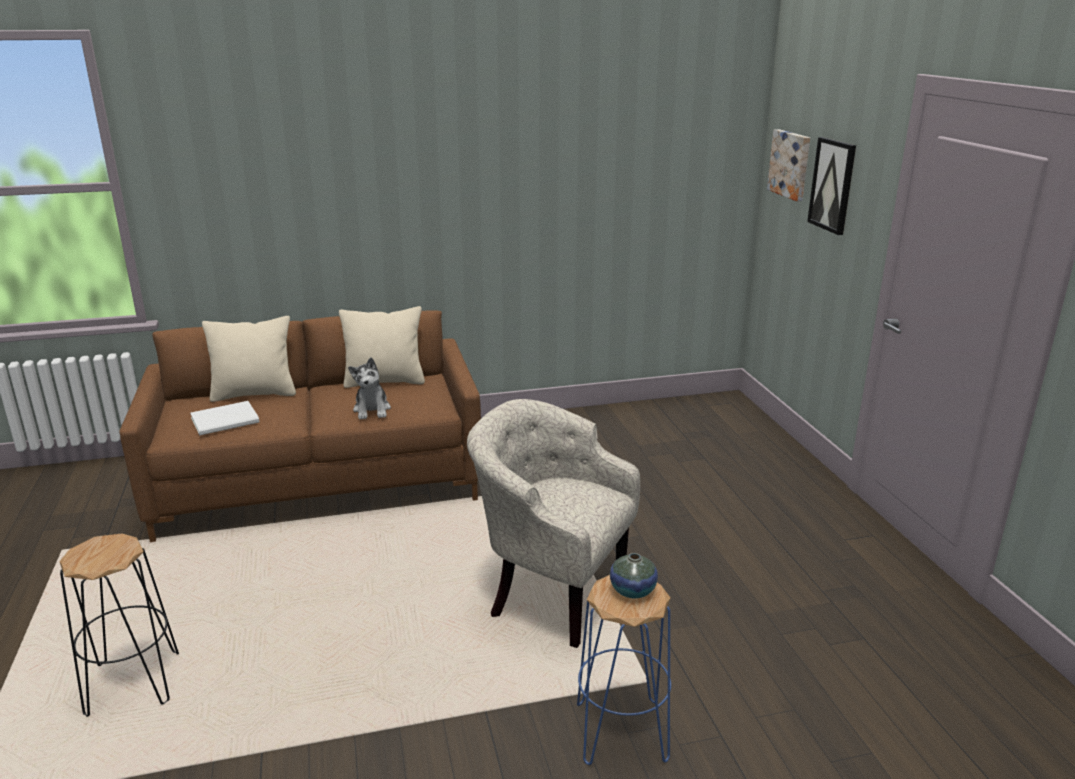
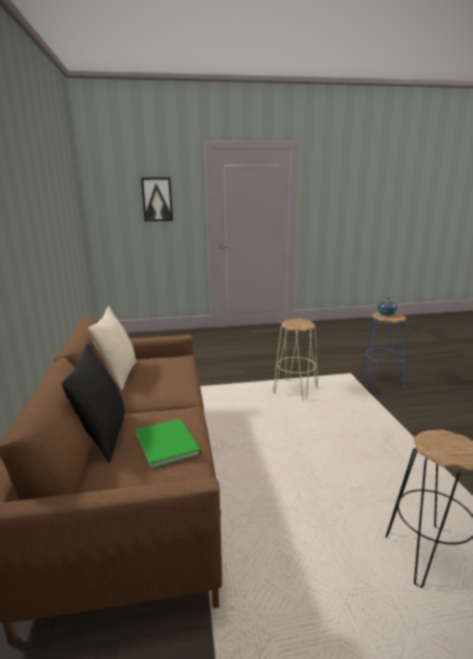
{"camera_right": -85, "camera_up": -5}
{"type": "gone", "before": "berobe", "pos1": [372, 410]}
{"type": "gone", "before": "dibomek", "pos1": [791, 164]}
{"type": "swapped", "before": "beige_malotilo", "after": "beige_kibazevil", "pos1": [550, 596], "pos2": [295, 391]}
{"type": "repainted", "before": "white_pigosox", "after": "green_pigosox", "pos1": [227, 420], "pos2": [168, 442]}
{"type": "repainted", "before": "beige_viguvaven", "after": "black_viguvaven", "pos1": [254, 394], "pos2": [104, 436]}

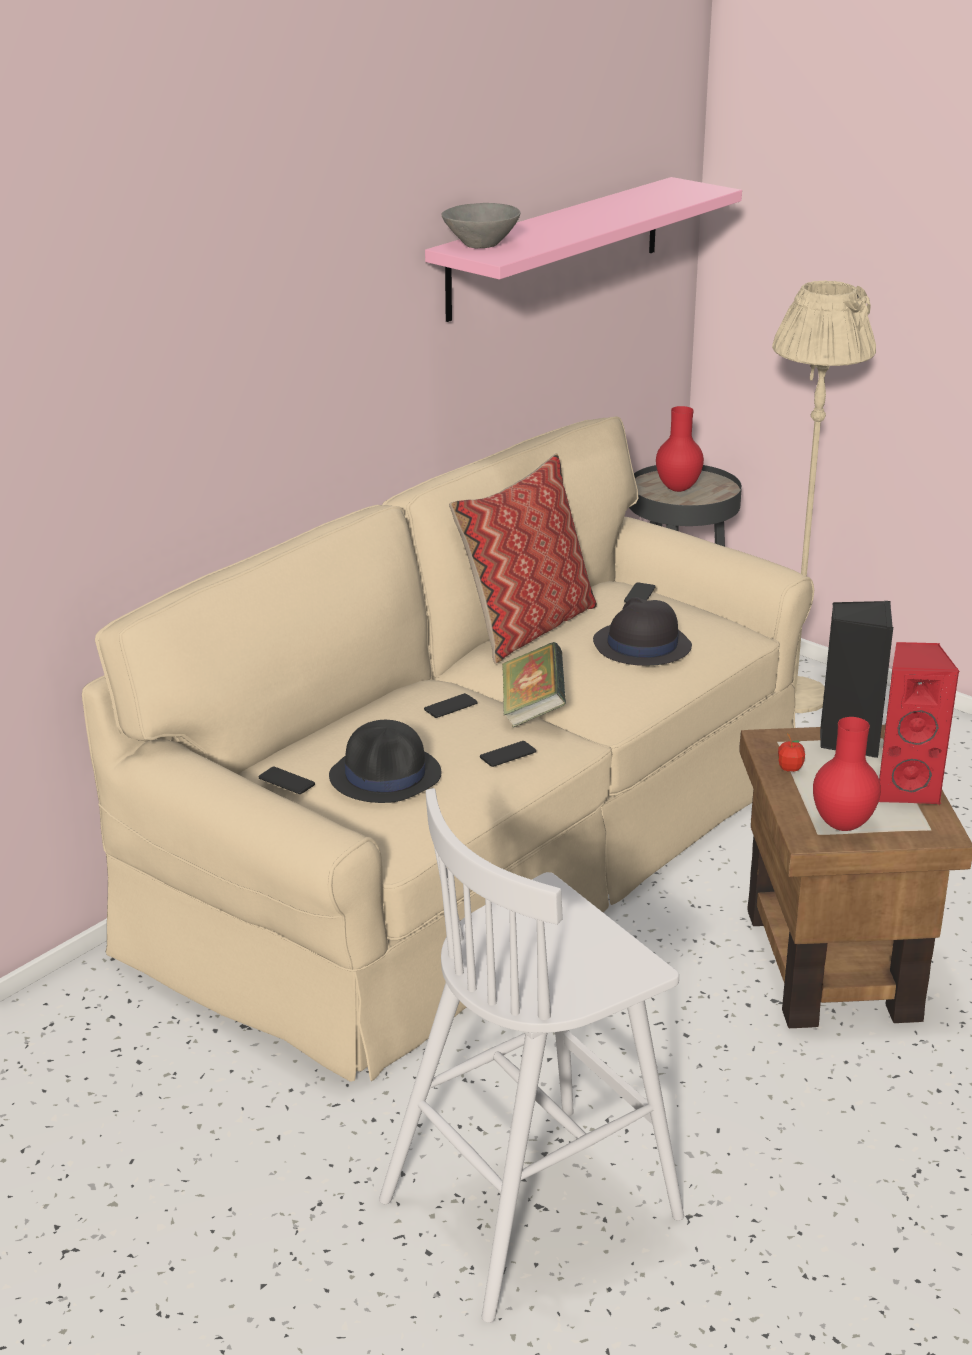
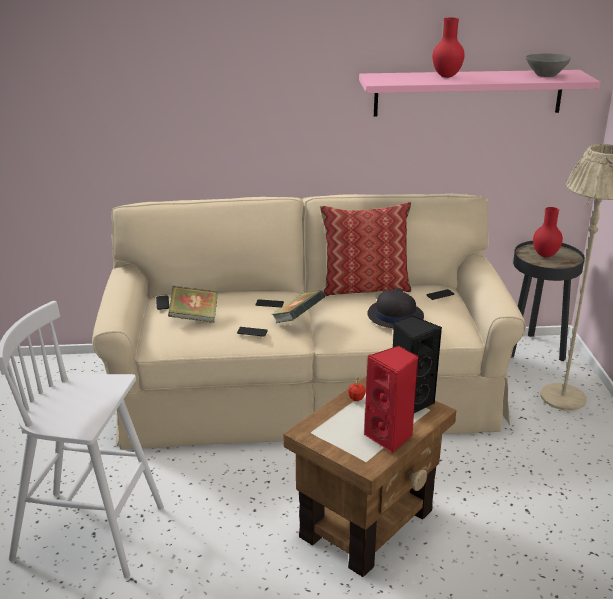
{"camera_right": 45, "camera_up": 0}
{"type": "shifted", "before": "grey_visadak", "pos1": [480, 244], "pos2": [545, 75]}
{"type": "shifted", "before": "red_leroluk", "pos1": [843, 826], "pos2": [446, 76]}
{"type": "swapped", "before": "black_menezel", "after": "pigosox", "pos1": [386, 776], "pos2": [194, 317]}

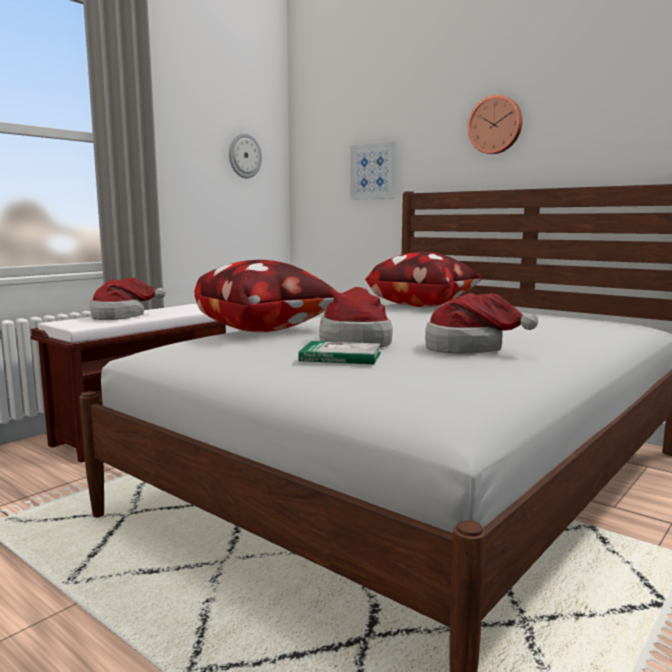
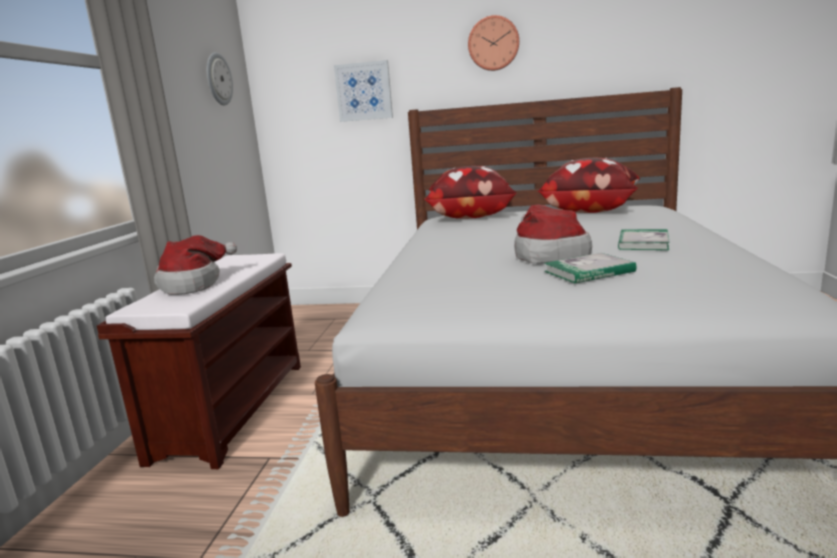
{"camera_right": -30, "camera_up": 5}
{"type": "shifted", "before": "viguvaven", "pos1": [265, 329], "pos2": [589, 211]}
{"type": "swapped", "before": "menezel", "after": "pigosox", "pos1": [470, 348], "pos2": [643, 243]}

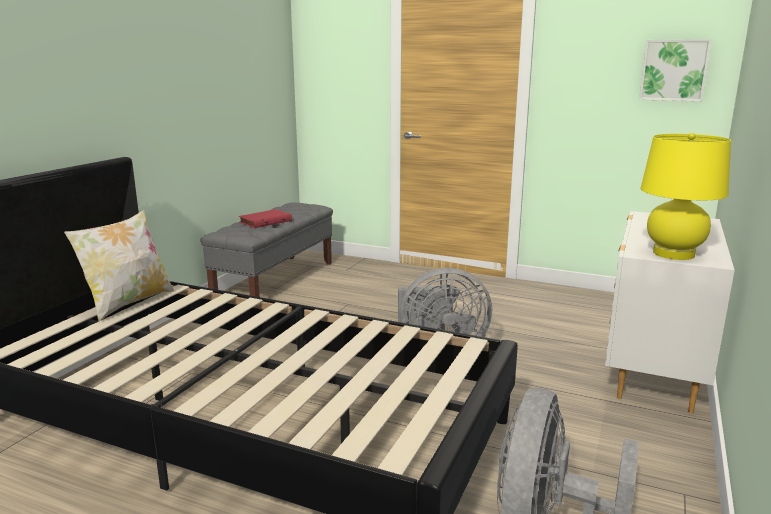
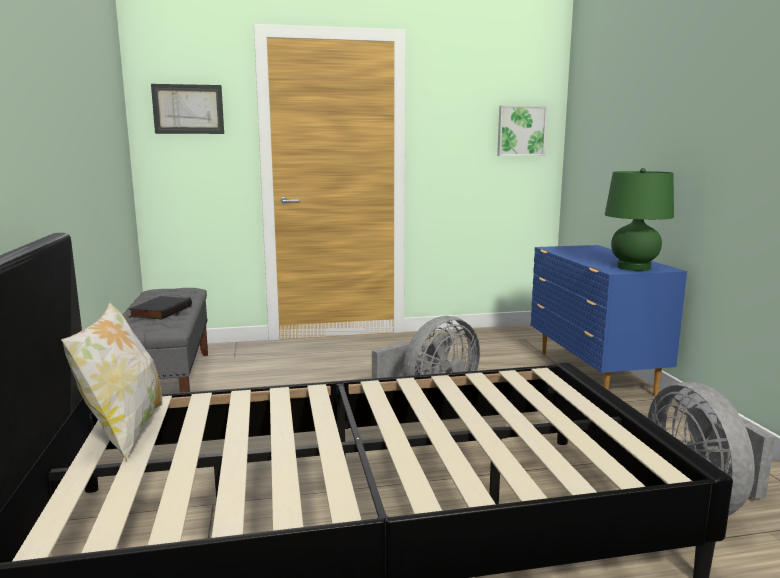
{"camera_right": -35, "camera_up": -5}
{"type": "new", "after": "dibomek", "pos2": [188, 109]}
{"type": "repainted", "before": "red_pigosox", "after": "black_pigosox", "pos1": [265, 221], "pos2": [160, 311]}
{"type": "repainted", "before": "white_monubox", "after": "blue_monubox", "pos1": [653, 369], "pos2": [593, 373]}
{"type": "repainted", "before": "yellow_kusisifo", "after": "green_kusisifo", "pos1": [673, 254], "pos2": [633, 267]}

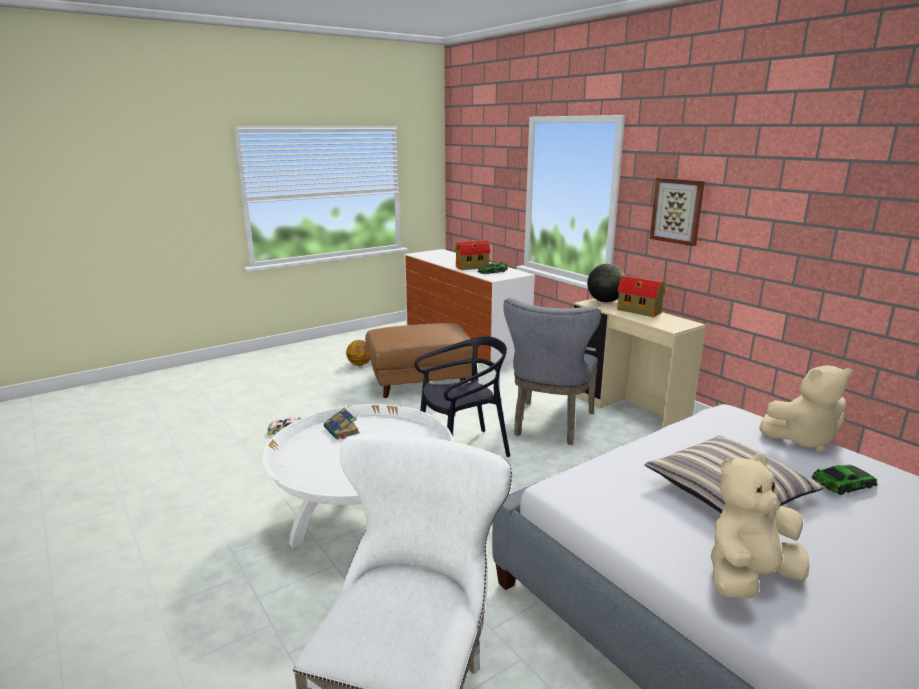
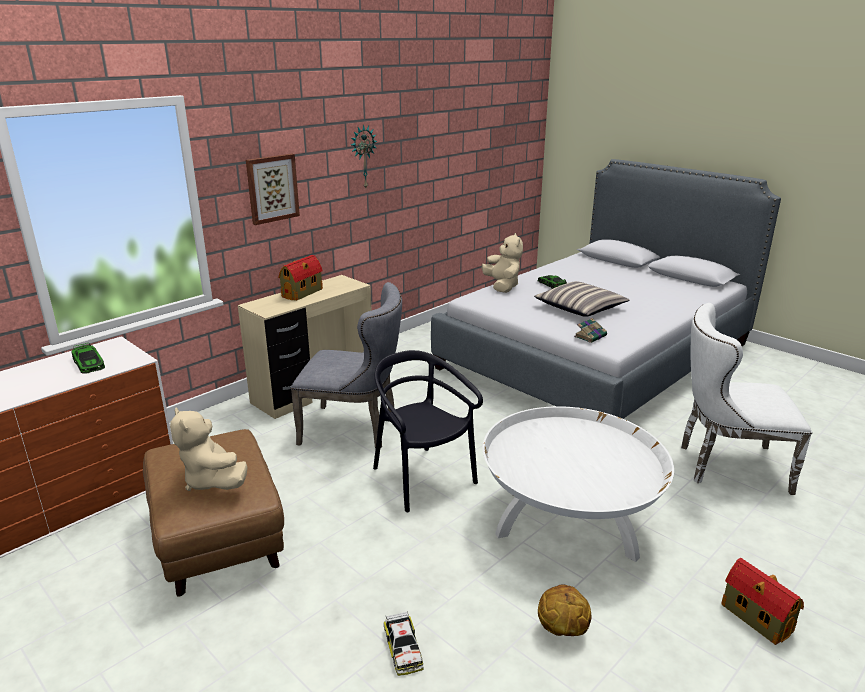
{"camera_right": -100, "camera_up": 5}
{"type": "gone", "before": "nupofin", "pos1": [605, 301]}
{"type": "new", "after": "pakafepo", "pos2": [362, 157]}
{"type": "shifted", "before": "pigosox", "pos1": [342, 431], "pos2": [591, 336]}
{"type": "shifted", "before": "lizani", "pos1": [360, 364], "pos2": [561, 630]}
{"type": "shifted", "before": "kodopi", "pos1": [473, 267], "pos2": [755, 617]}
{"type": "shifted", "before": "beige_berobe", "pos1": [748, 578], "pos2": [212, 481]}

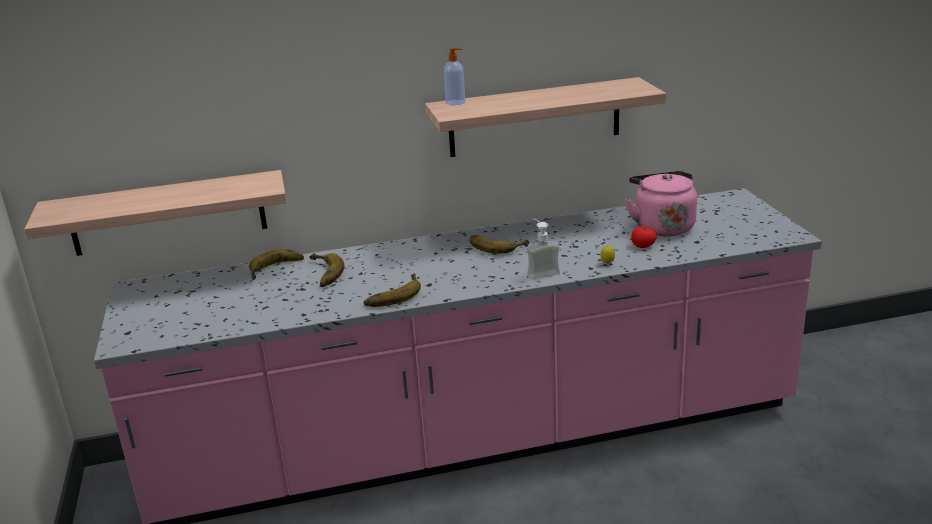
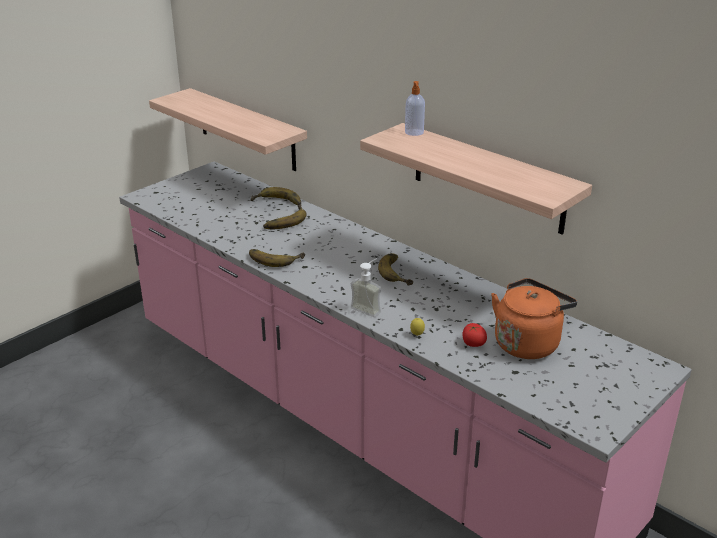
{"camera_right": 55, "camera_up": 5}
{"type": "repainted", "before": "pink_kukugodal", "after": "orange_kukugodal", "pos1": [662, 226], "pos2": [528, 343]}

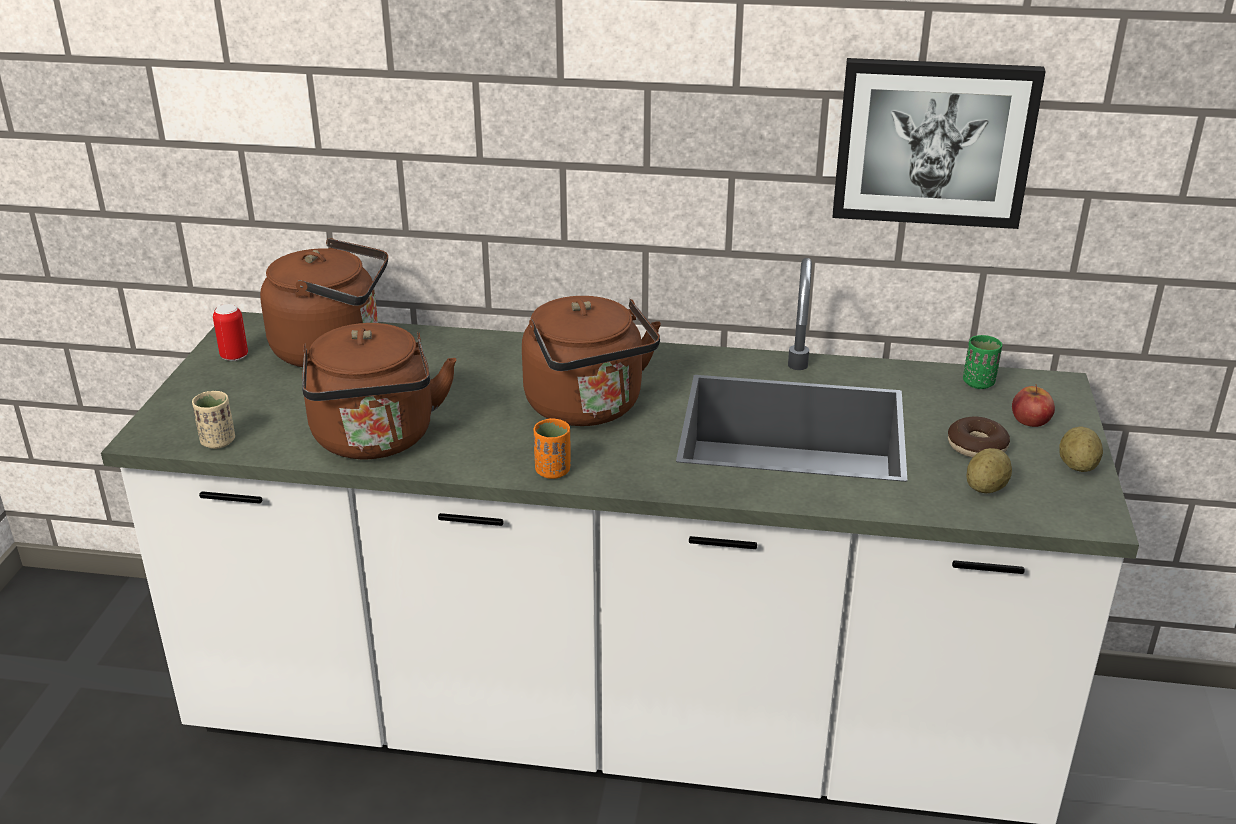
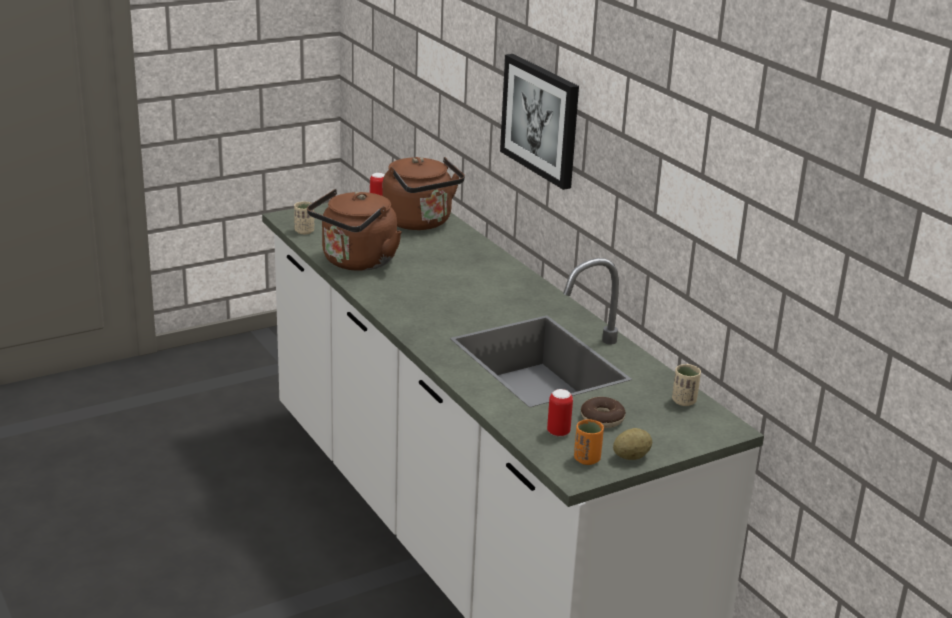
{"camera_right": 50, "camera_up": -5}
{"type": "gone", "before": "brown_kukugodal", "pos1": [588, 408]}
{"type": "gone", "before": "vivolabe", "pos1": [1030, 419]}
{"type": "shifted", "before": "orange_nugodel", "pos1": [553, 471], "pos2": [587, 459]}
{"type": "shifted", "before": "dibomek", "pos1": [933, 142], "pos2": [541, 119]}
{"type": "swapped", "before": "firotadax", "after": "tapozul", "pos1": [985, 488], "pos2": [558, 432]}
{"type": "repainted", "before": "green_nugodel", "after": "beige_nugodel", "pos1": [978, 383], "pos2": [684, 401]}

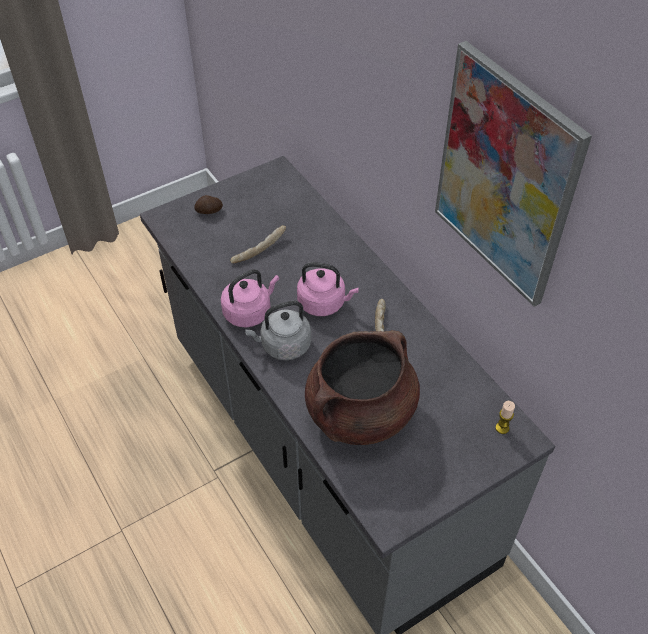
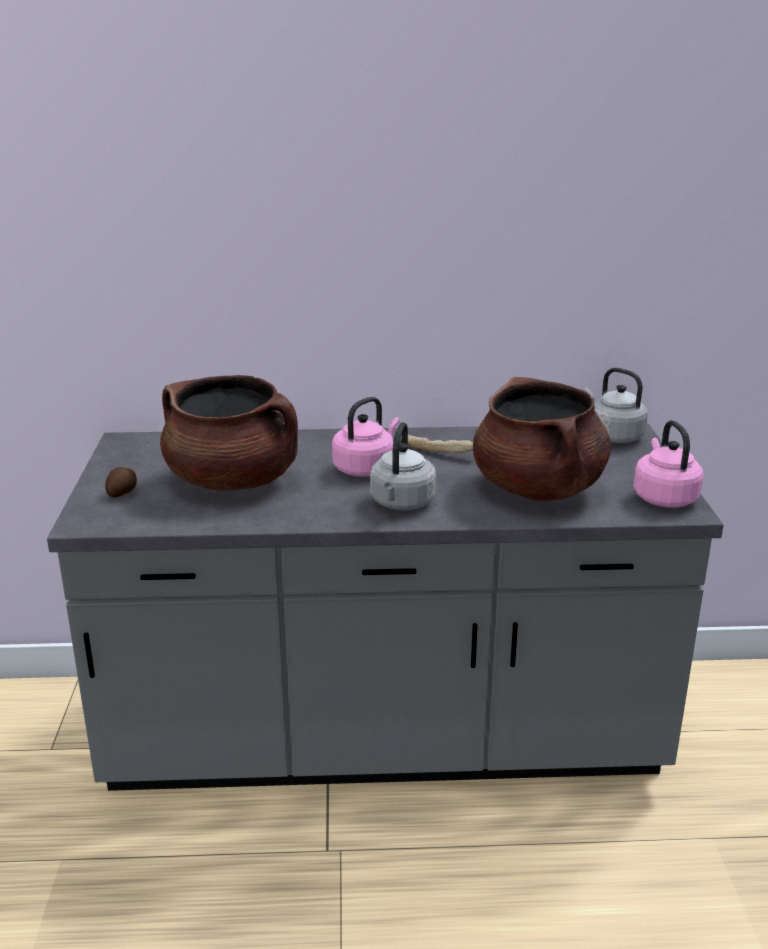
{"camera_right": -60, "camera_up": -25}
{"type": "gone", "before": "dibomek", "pos1": [505, 177]}
{"type": "shifted", "before": "pink_kukugodal", "pos1": [249, 312], "pos2": [663, 497]}
{"type": "swapped", "before": "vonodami", "after": "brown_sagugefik", "pos1": [258, 249], "pos2": [233, 480]}
{"type": "swapped", "before": "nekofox", "after": "grey_kukugodal", "pos1": [502, 428], "pos2": [612, 436]}

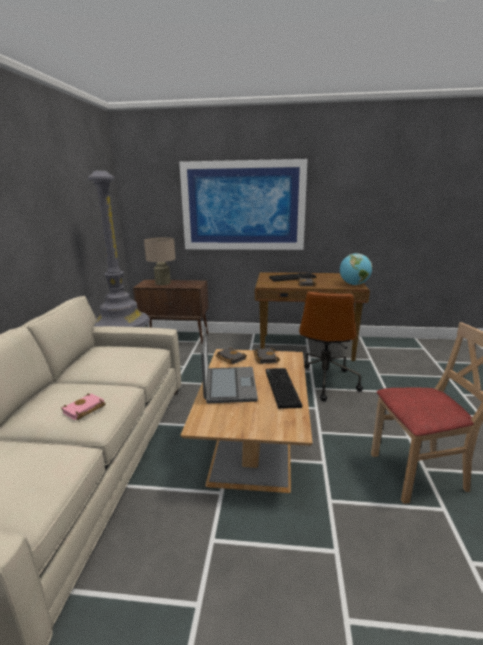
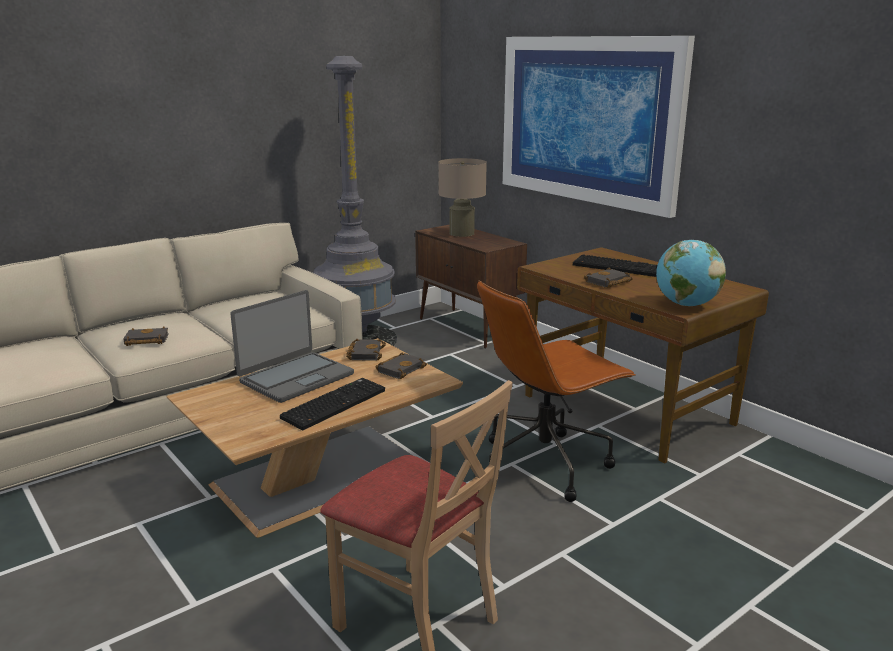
{"camera_right": 45, "camera_up": 0}
{"type": "repainted", "before": "pink_pigosox", "after": "black_pigosox", "pos1": [84, 410], "pos2": [145, 341]}

